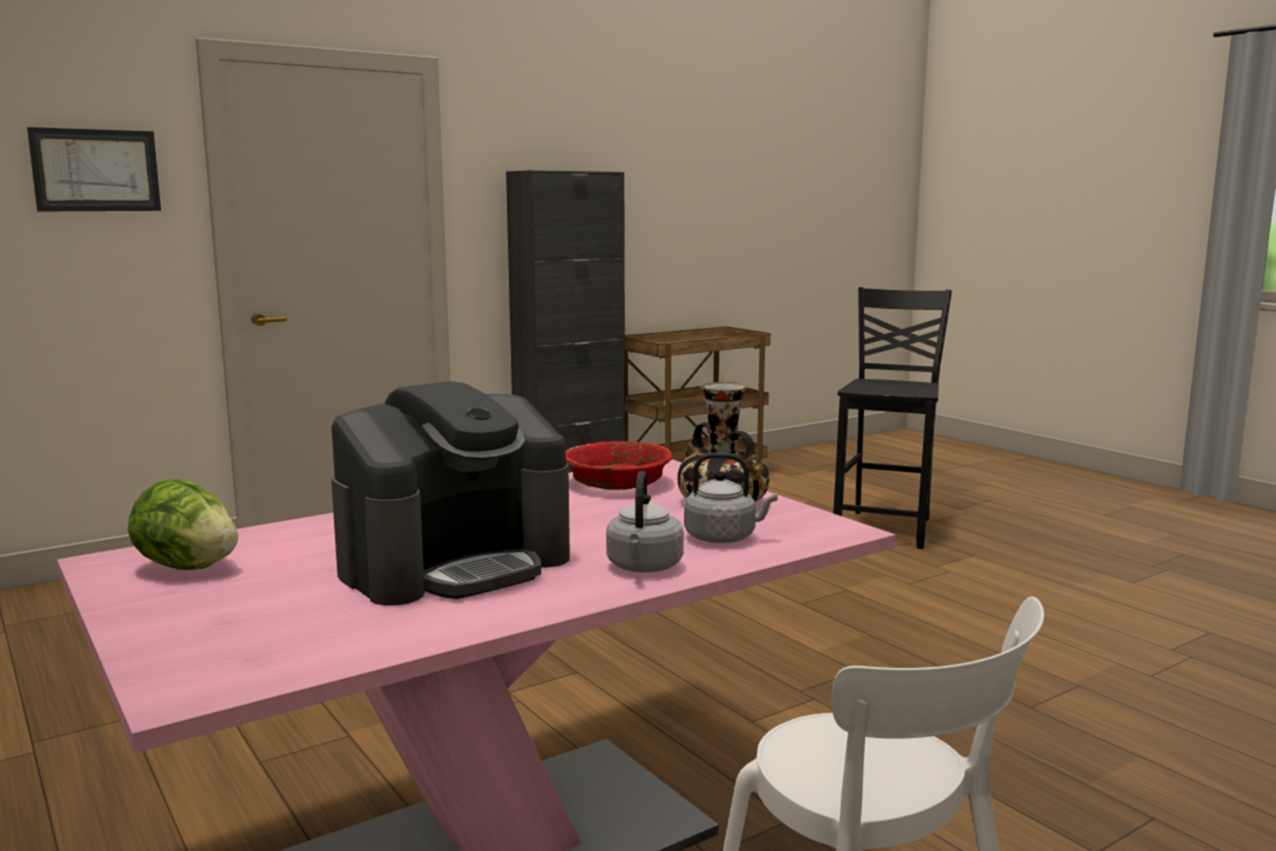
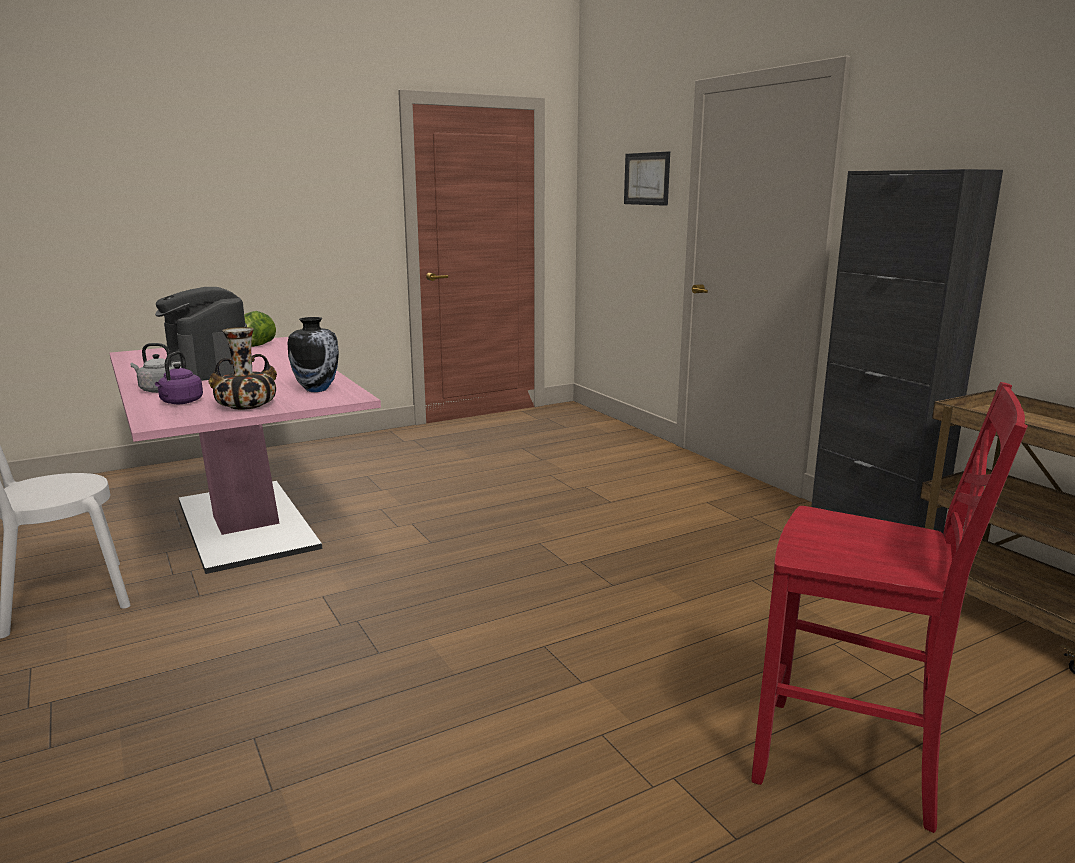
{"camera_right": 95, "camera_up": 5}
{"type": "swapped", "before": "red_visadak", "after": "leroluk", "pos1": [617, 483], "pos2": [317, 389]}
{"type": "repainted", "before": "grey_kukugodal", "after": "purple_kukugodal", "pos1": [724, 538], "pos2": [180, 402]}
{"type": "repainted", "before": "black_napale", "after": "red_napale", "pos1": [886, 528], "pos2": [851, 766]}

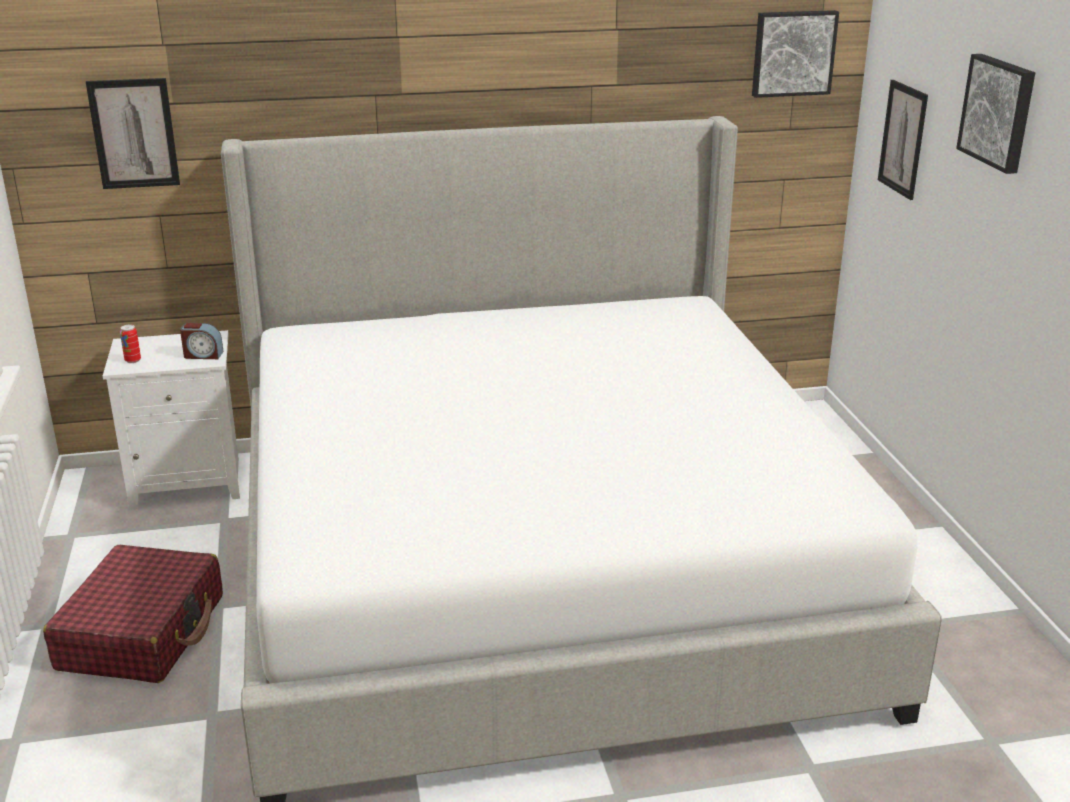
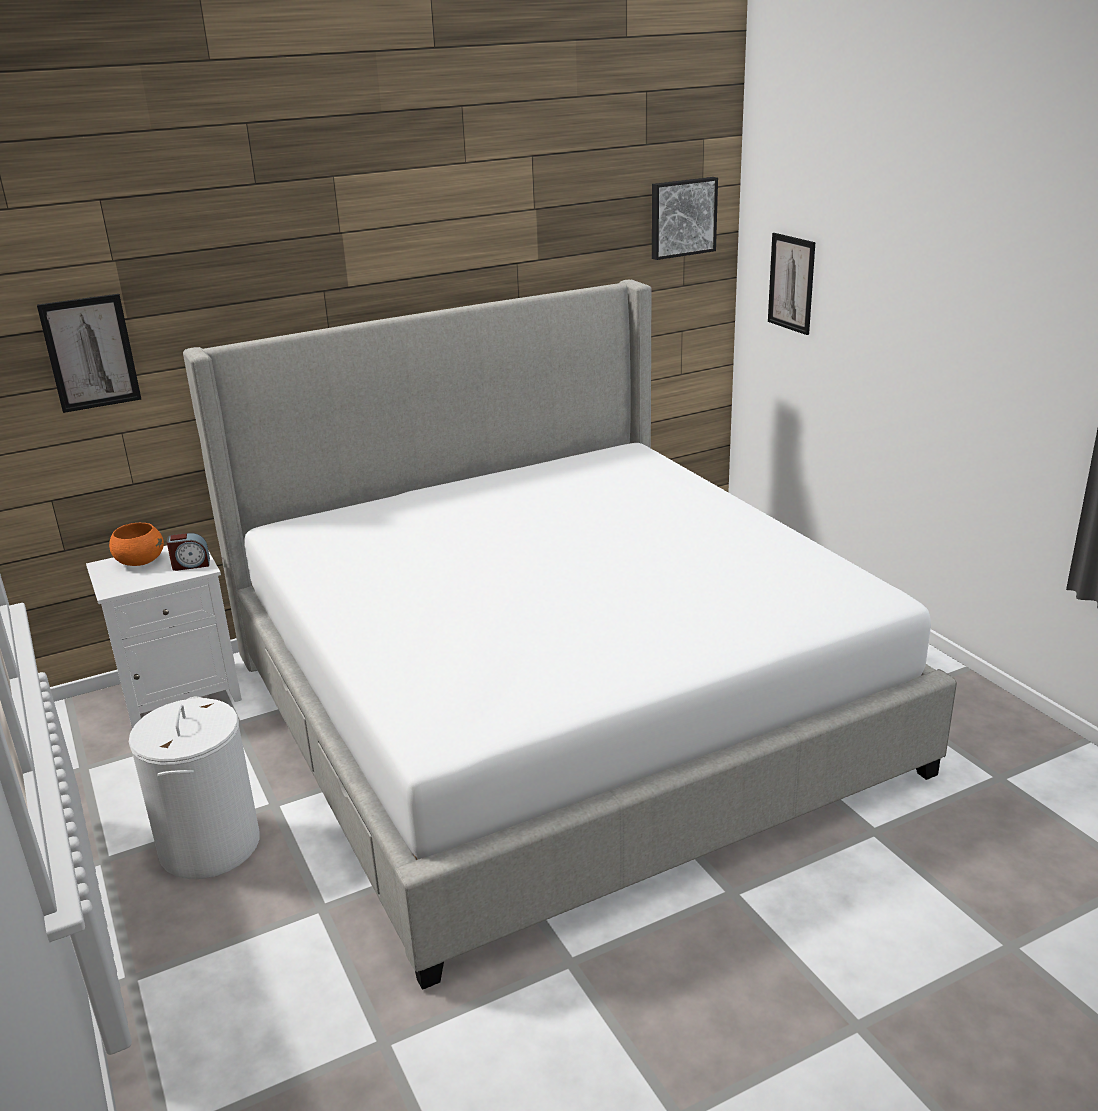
{"camera_right": -15, "camera_up": 0}
{"type": "gone", "before": "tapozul", "pos1": [133, 360]}
{"type": "gone", "before": "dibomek", "pos1": [999, 112]}
{"type": "new", "after": "orange_visadak", "pos2": [140, 562]}
{"type": "swapped", "before": "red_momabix", "after": "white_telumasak", "pos1": [143, 632], "pos2": [210, 845]}

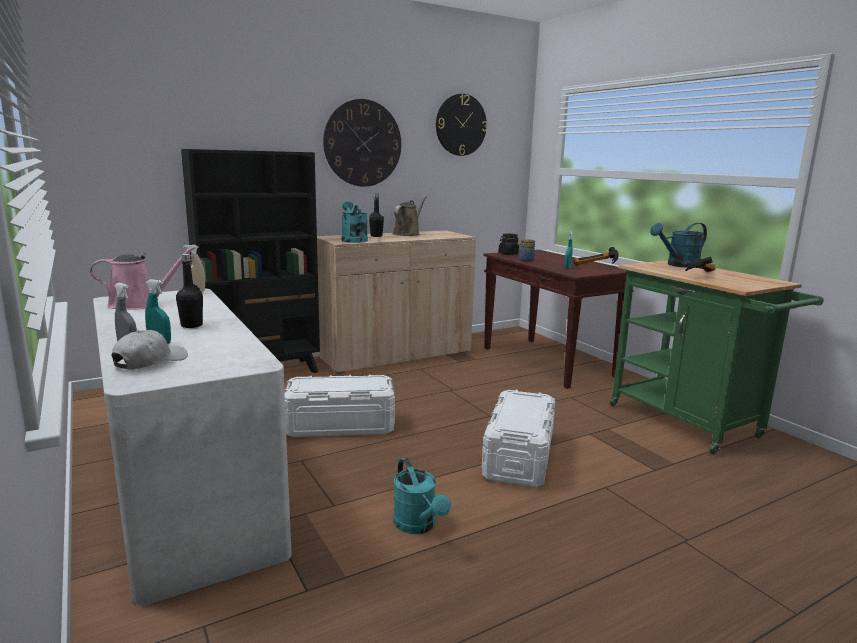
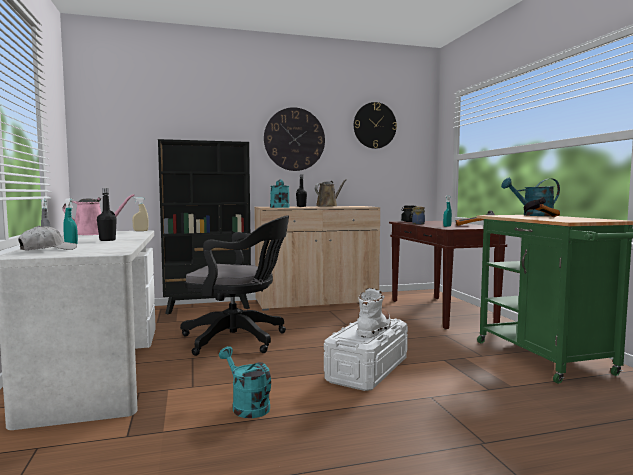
{"camera_right": 15, "camera_up": -10}
{"type": "new", "after": "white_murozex", "pos2": [374, 329]}
{"type": "swapped", "before": "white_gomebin", "after": "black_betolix", "pos1": [340, 425], "pos2": [239, 340]}
{"type": "rotated", "before": "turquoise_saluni", "pos1": [418, 526], "pos2": [246, 406], "turn": 150}

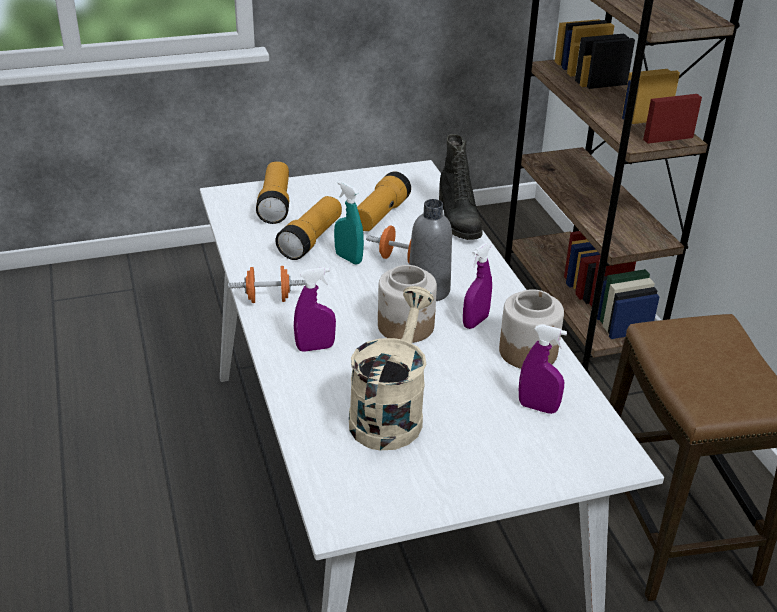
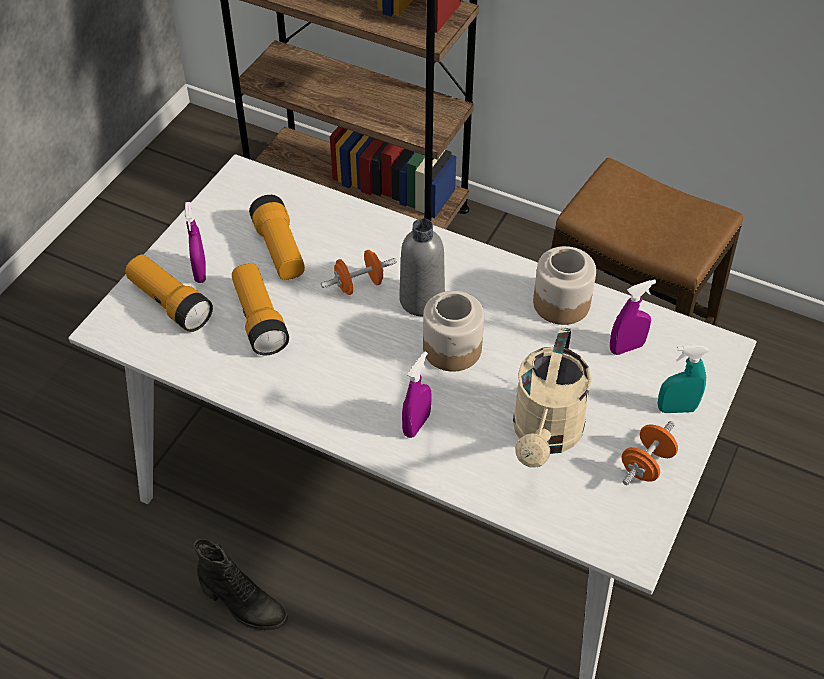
{"camera_right": -45, "camera_up": 15}
{"type": "shifted", "before": "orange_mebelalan", "pos1": [268, 299], "pos2": [646, 464]}
{"type": "shifted", "before": "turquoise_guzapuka", "pos1": [348, 258], "pos2": [676, 409]}
{"type": "shifted", "before": "black_murozex", "pos1": [457, 222], "pos2": [243, 606]}
{"type": "shifted", "before": "purple_guzapuka", "pos1": [475, 322], "pos2": [200, 272]}
{"type": "rotated", "before": "beige_saluni", "pos1": [390, 412], "pos2": [545, 436], "turn": -135}

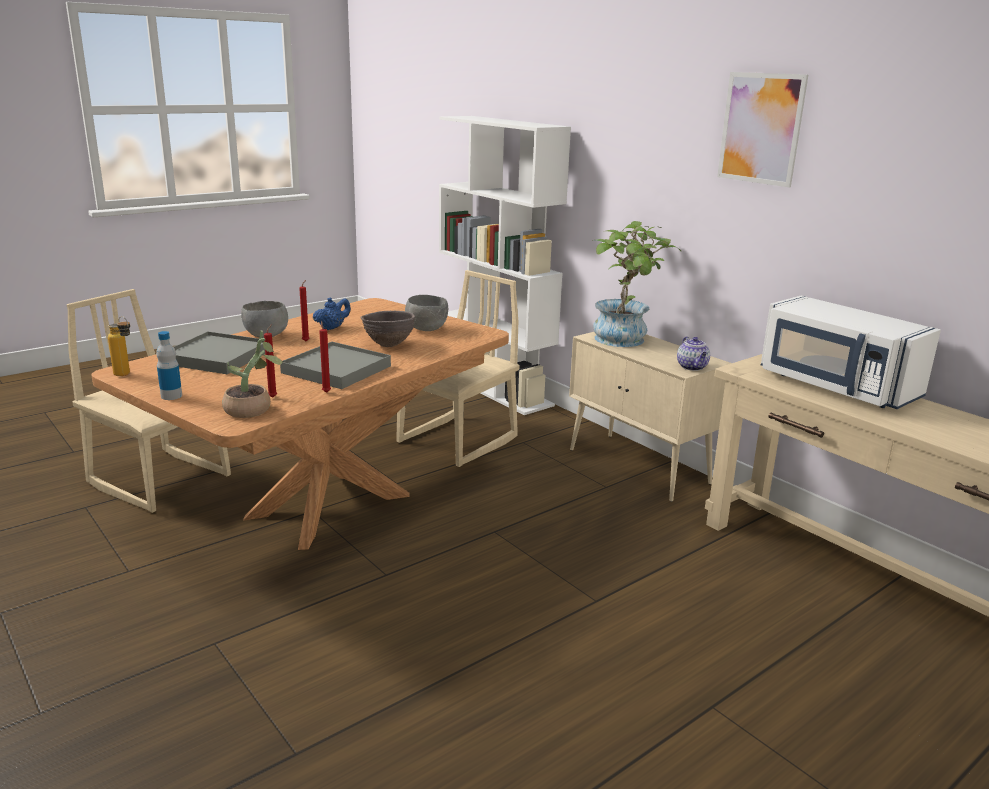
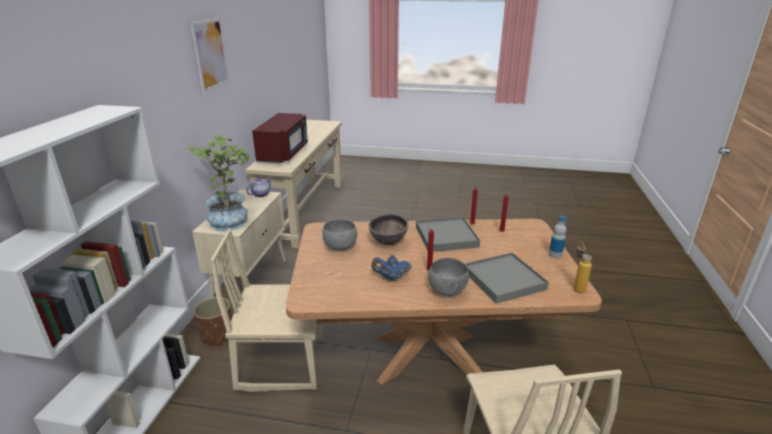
{"camera_right": -130, "camera_up": 5}
{"type": "gone", "before": "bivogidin", "pos1": [253, 410]}
{"type": "new", "after": "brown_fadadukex", "pos2": [217, 336]}
{"type": "repainted", "before": "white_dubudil", "after": "red_dubudil", "pos1": [835, 387], "pos2": [284, 153]}

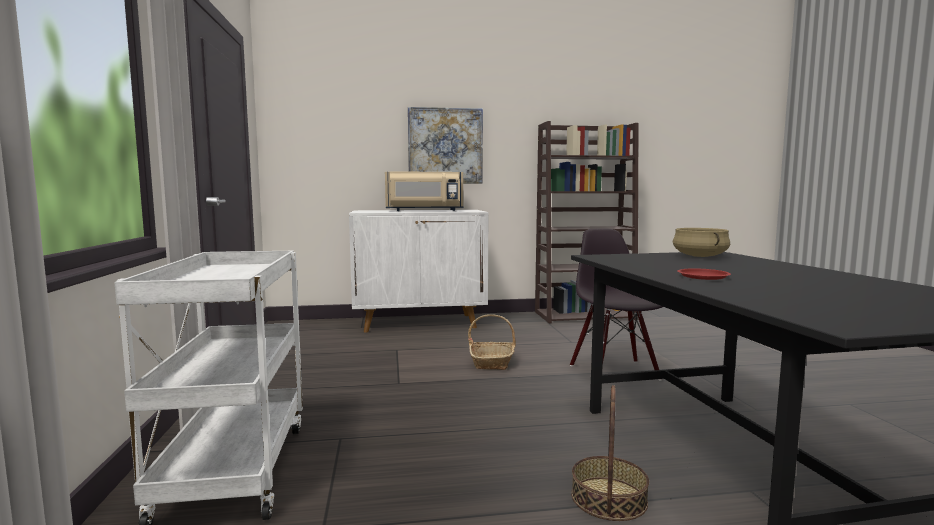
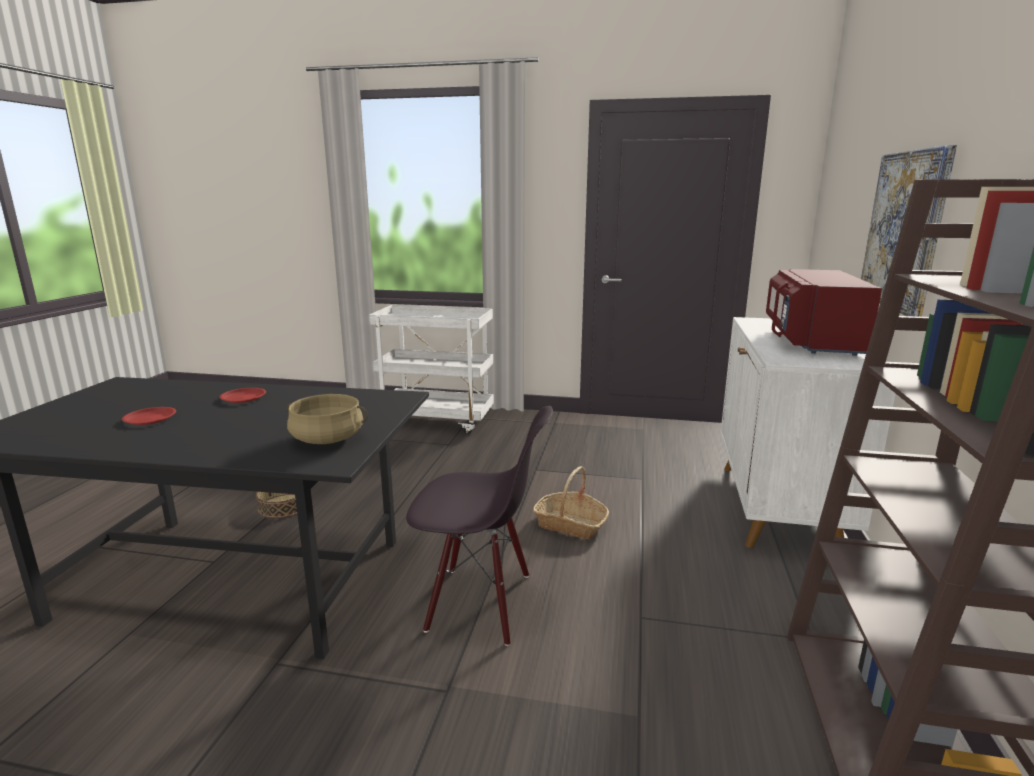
{"camera_right": 110, "camera_up": 10}
{"type": "new", "after": "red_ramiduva", "pos2": [150, 419]}
{"type": "repainted", "before": "beige_dubudil", "after": "red_dubudil", "pos1": [424, 210], "pos2": [810, 341]}

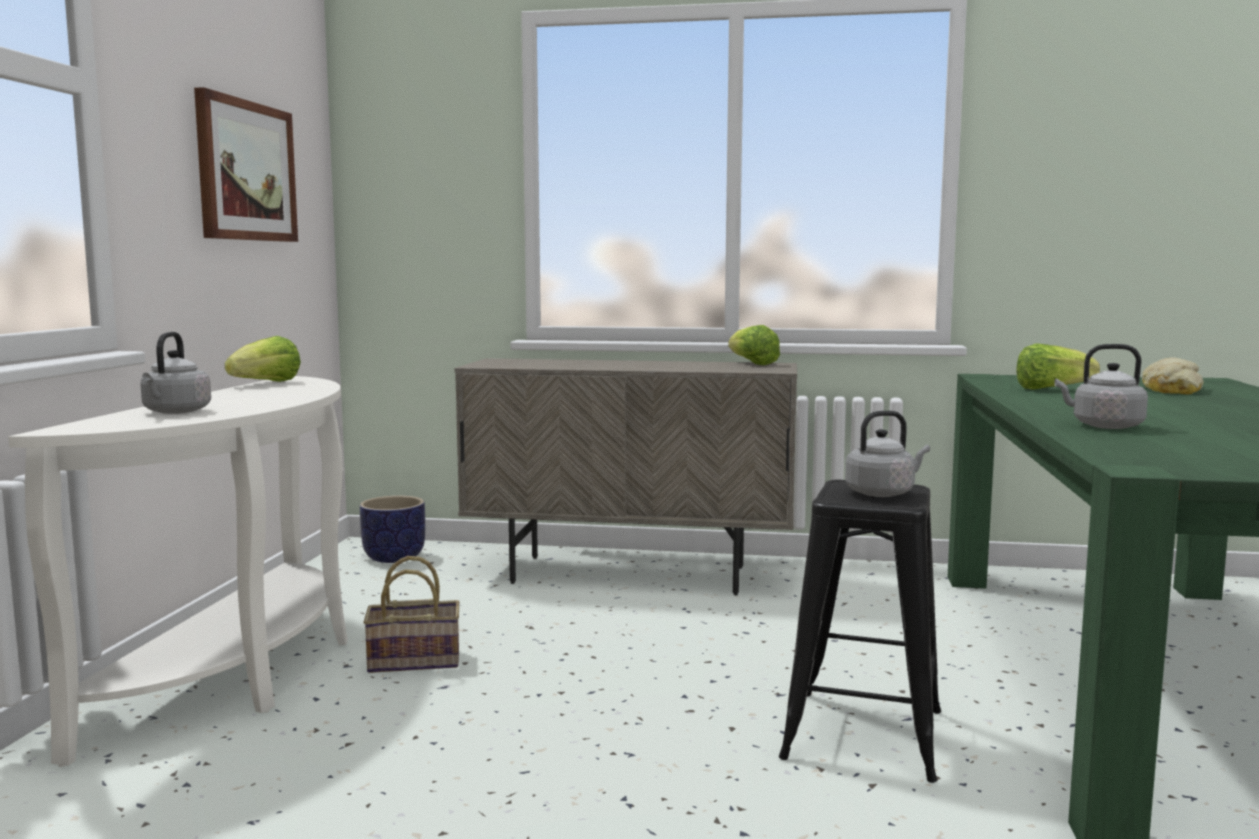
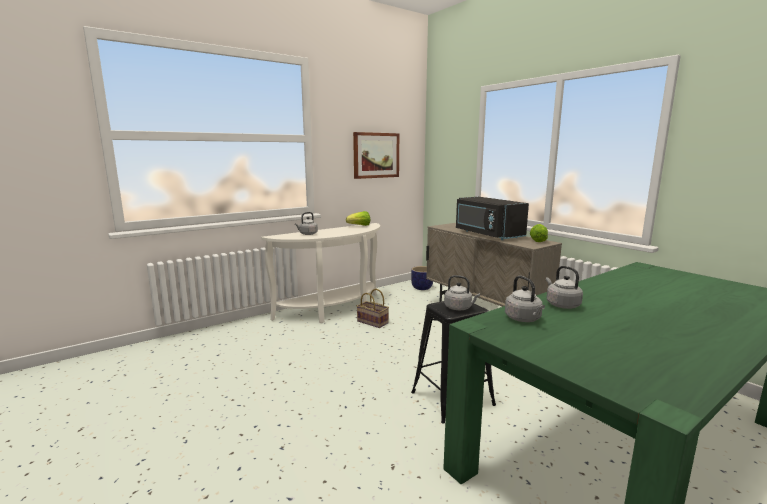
{"camera_right": 45, "camera_up": 5}
{"type": "gone", "before": "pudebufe", "pos1": [1051, 389]}
{"type": "gone", "before": "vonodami", "pos1": [1171, 389]}
{"type": "new", "after": "black_dubudil", "pos2": [487, 234]}
{"type": "new", "after": "grey_kukugodal", "pos2": [524, 319]}

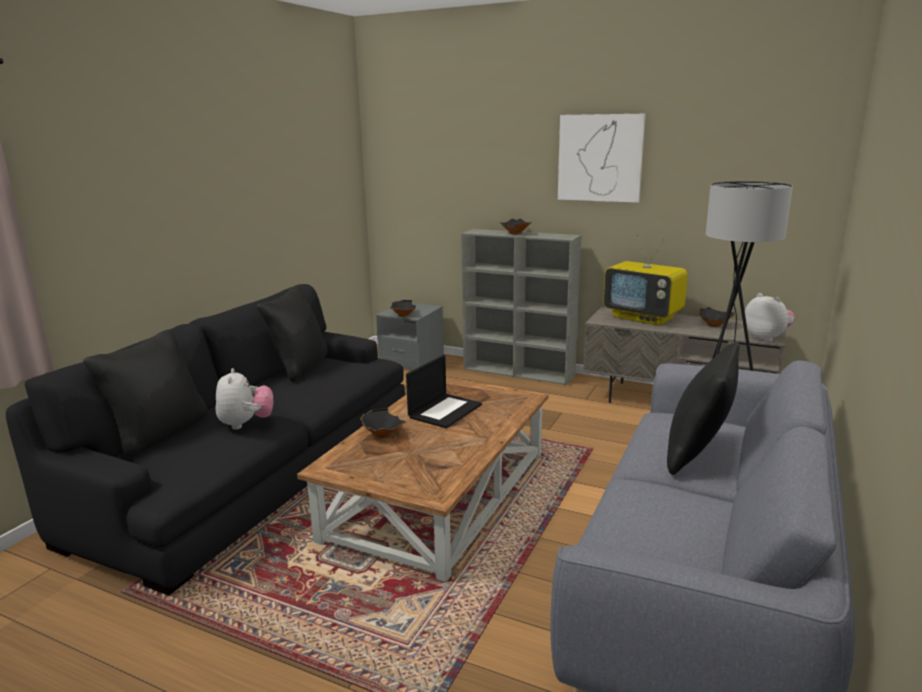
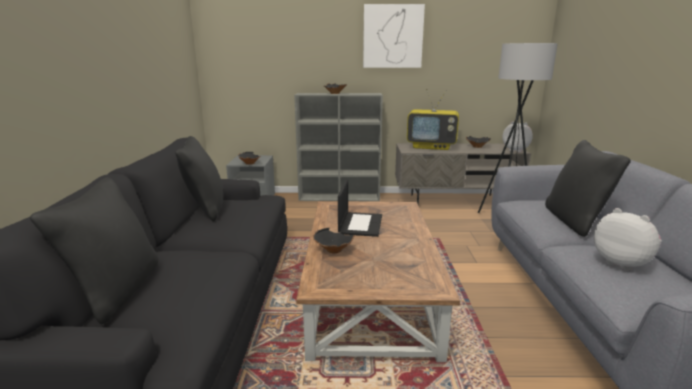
{"camera_right": -25, "camera_up": 0}
{"type": "shifted", "before": "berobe", "pos1": [246, 424], "pos2": [622, 263]}

